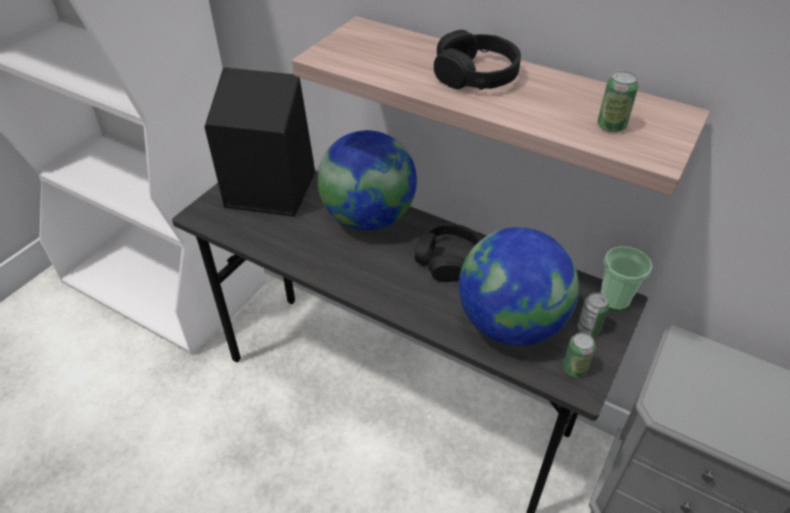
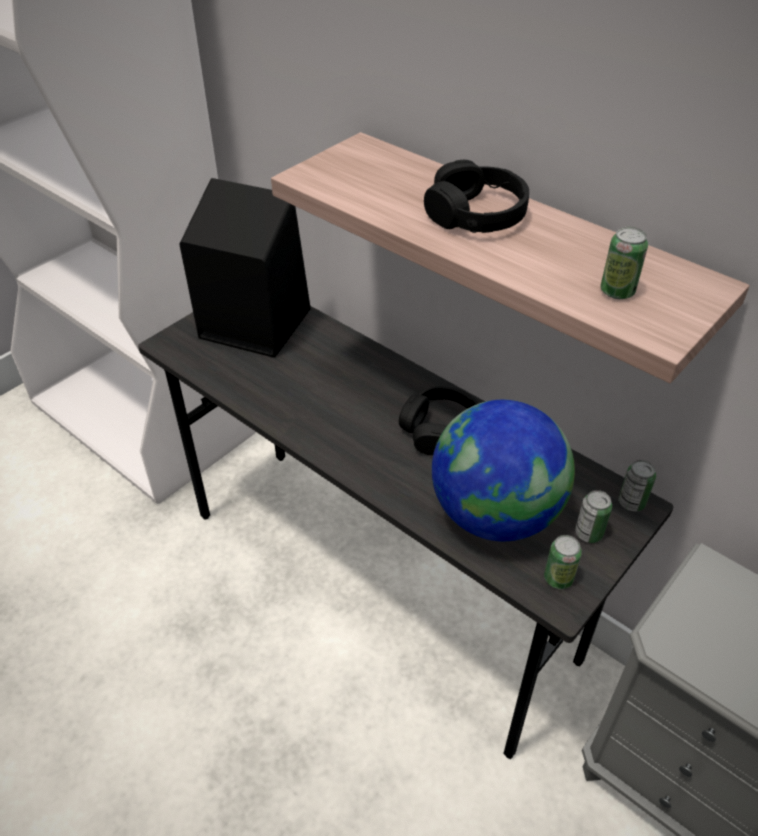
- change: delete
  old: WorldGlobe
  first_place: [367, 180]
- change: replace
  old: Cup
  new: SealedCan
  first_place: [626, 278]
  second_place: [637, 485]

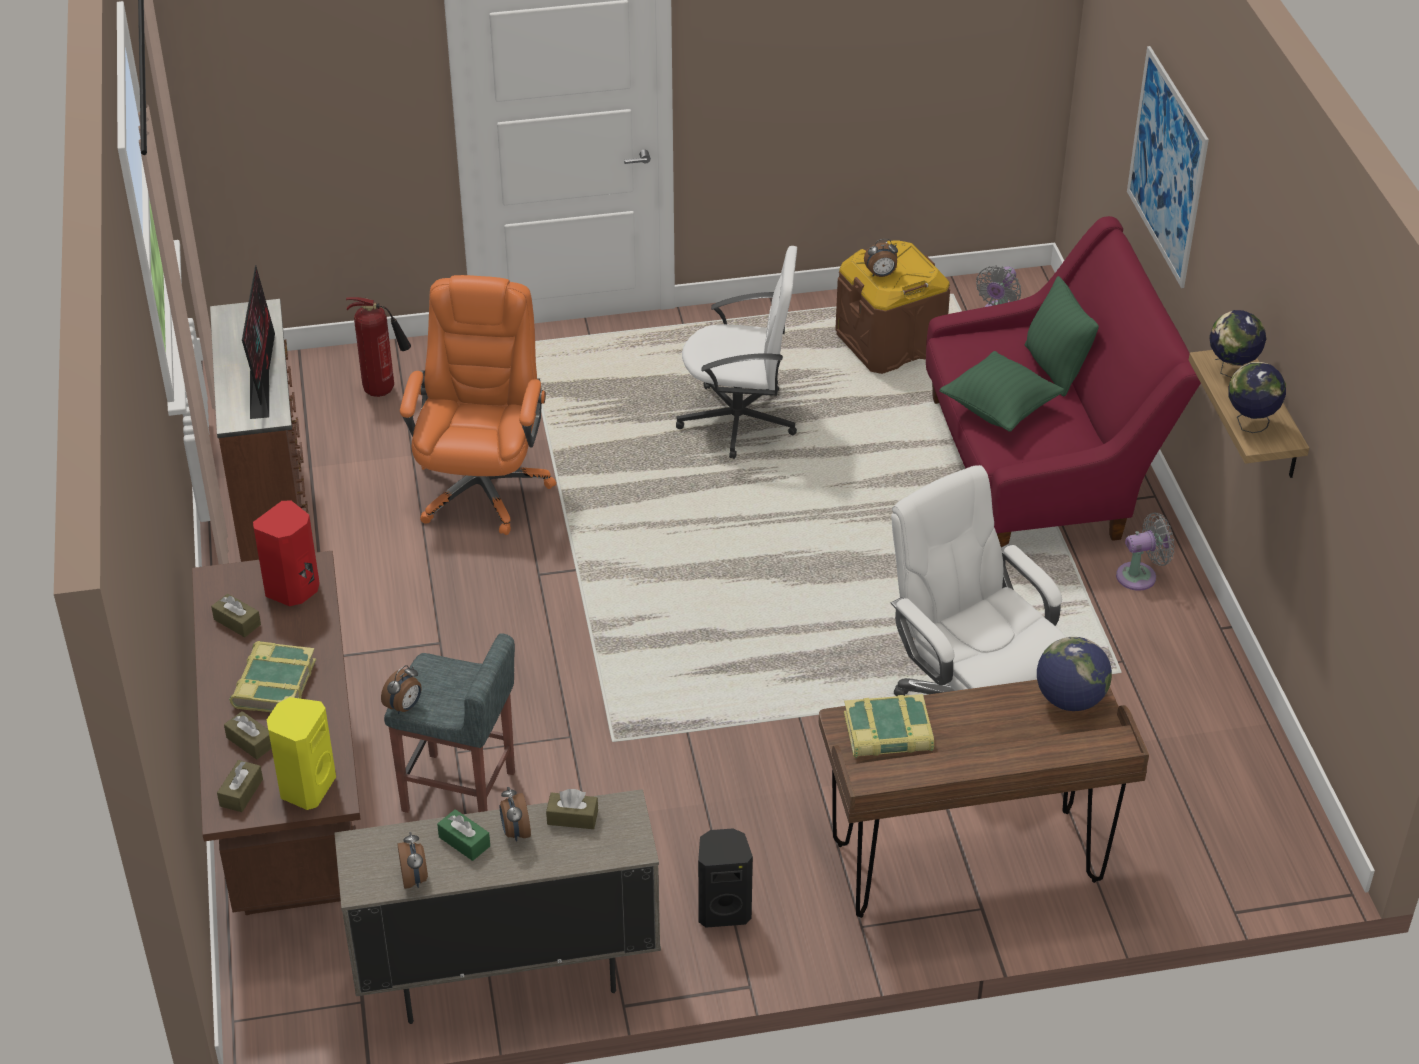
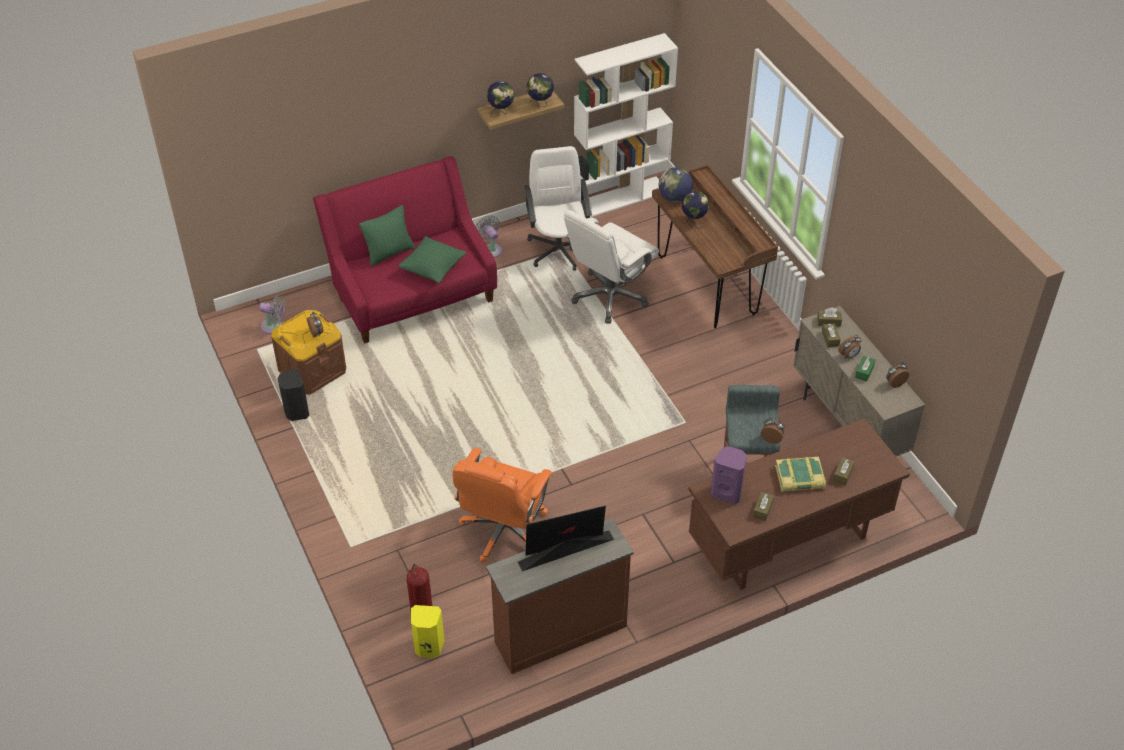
- change: delete
  old: Book
  first_place: [889, 726]
- change: delete
  old: WallPicture
  first_place: [1168, 167]
- change: insert
  new: WhiteColouredBookcase
  second_place: [626, 125]
- change: insert
  new: WorldGlobe
  second_place: [695, 209]
- change: move
  old: BrownTissueHolder
  first_place: [240, 786]
  second_place: [829, 317]
- change: move
  old: YellowLoudspeaker
  first_place: [301, 753]
  second_place: [428, 631]
- change: move
  old: WhiteColouredComputerChair
  first_place: [736, 352]
  second_place: [558, 208]
- change: move
  old: BlackLoudspeaker
  first_place: [725, 878]
  second_place: [293, 395]
- change: recolor
  old: ReddishLoudspeaker
  new: PurpleLoudspeaker
  first_place: [286, 553]
  second_place: [729, 475]
- change: rotate
  old: OrangeColouredComputerChair
  first_place: [478, 405]
  second_place: [502, 505]
  degrees: -60

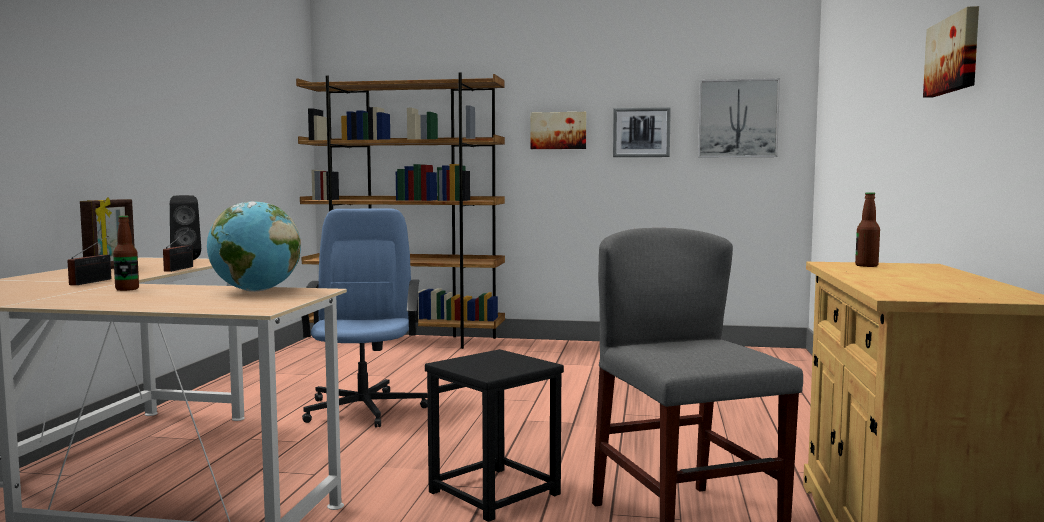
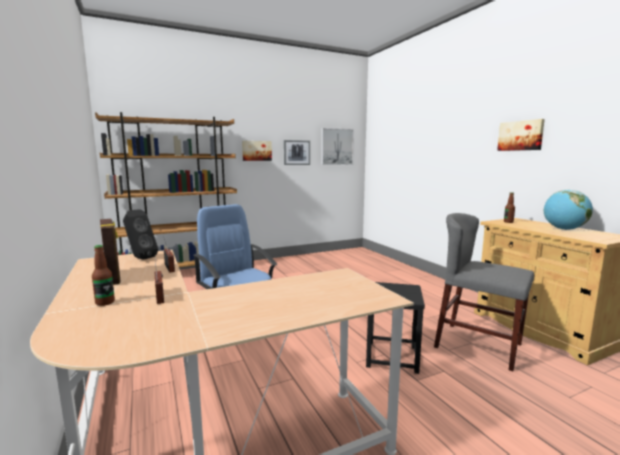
- change: move
  old: Bottle
  first_place: [126, 253]
  second_place: [103, 275]
- change: move
  old: WorldGlobe
  first_place: [254, 246]
  second_place: [568, 210]

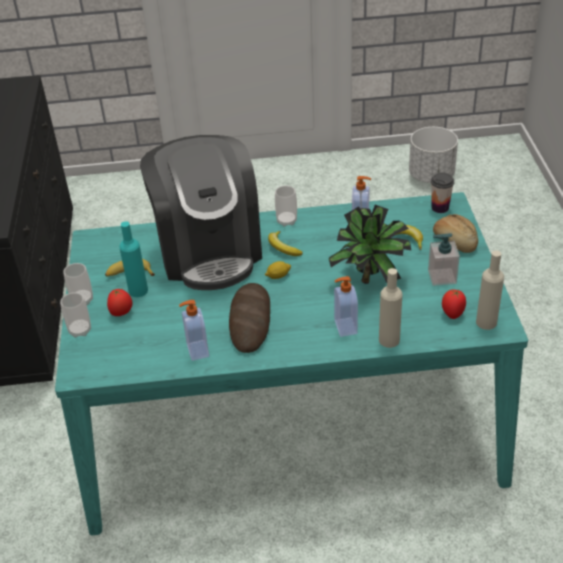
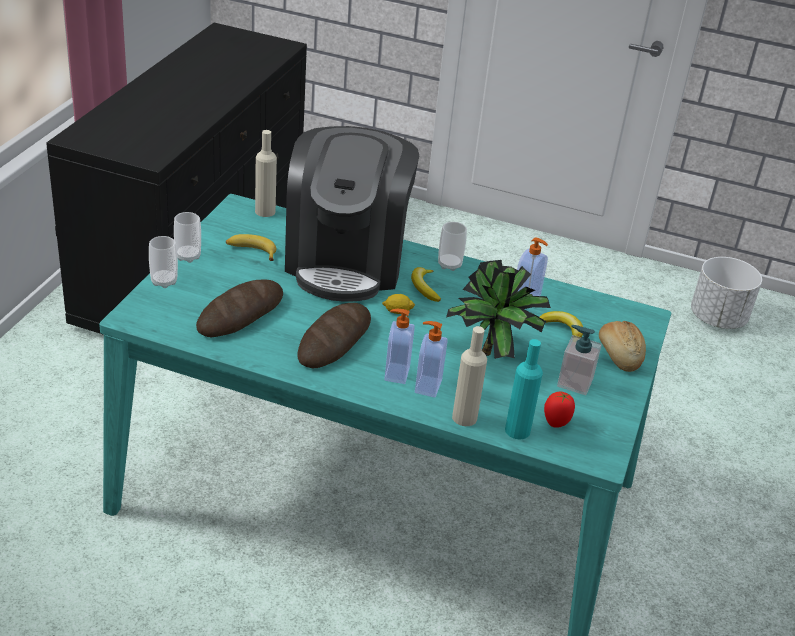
- change: delete
  old: FreshTomato
  first_place: [119, 302]
- change: delete
  old: Cup
  first_place: [442, 193]
- change: insert
  new: BakeryBread
  second_place: [239, 308]
- change: move
  old: TurquoiseBottle
  first_place: [133, 259]
  second_place: [524, 389]
- change: move
  old: SoapDispenser
  first_place: [194, 330]
  second_place: [399, 346]
- change: move
  old: BeigeColouredBottle
  first_place: [490, 290]
  second_place: [266, 173]

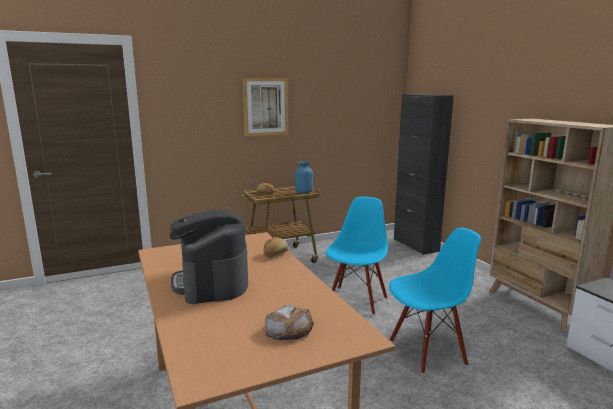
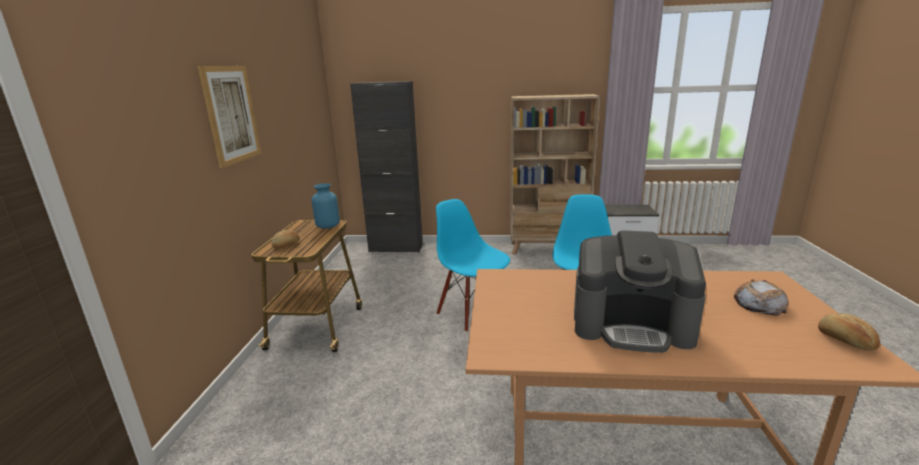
- change: move
  old: BakeryBread
  first_place: [276, 247]
  second_place: [849, 331]

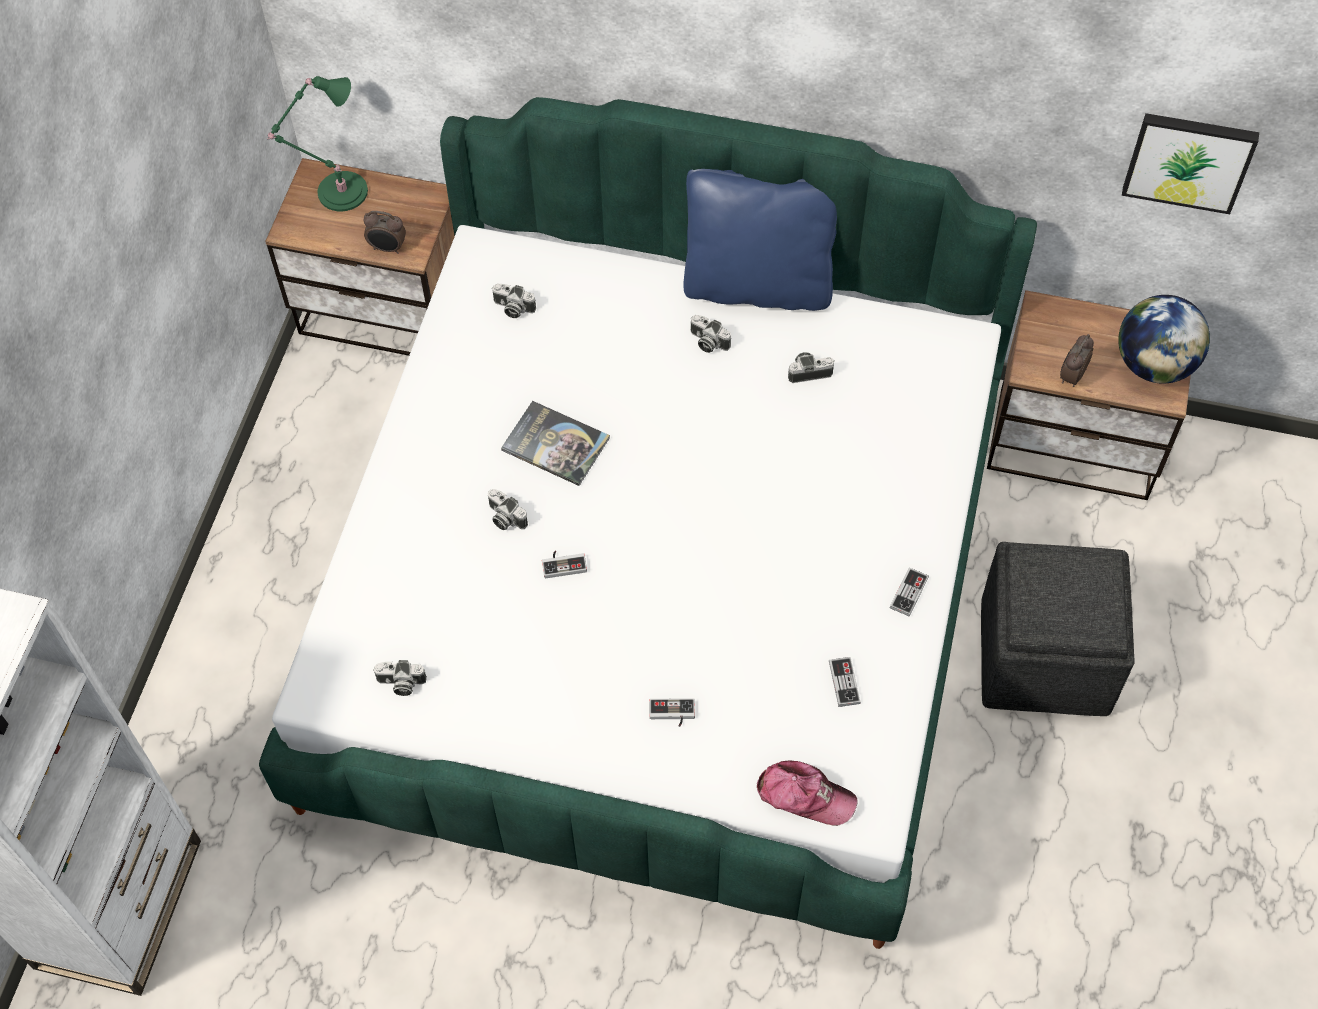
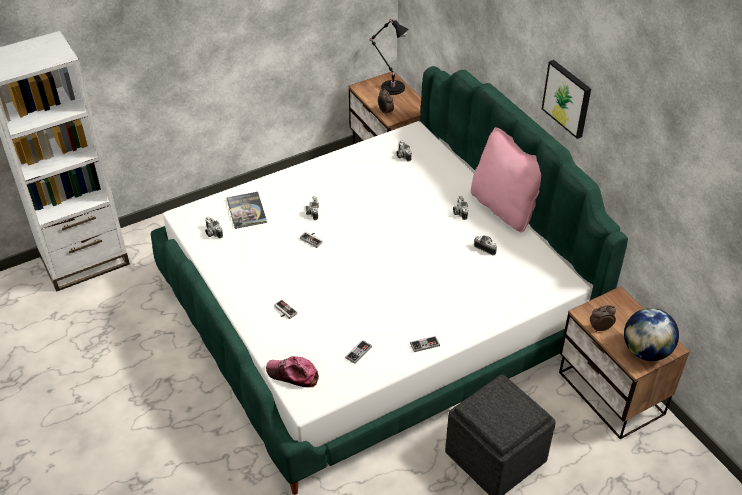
- change: move
  old: Book
  first_place: [555, 443]
  second_place: [247, 210]
- change: move
  old: WallPicture
  first_place: [1190, 163]
  second_place: [566, 99]
- change: recolor
  old: GreenColouredTableLamp
  new: BlackTableLamp
  first_place: [317, 143]
  second_place: [389, 57]
- change: recolor
  old: BluishThrowPillow
  new: PinkColouredThrowPillow
  first_place: [760, 240]
  second_place: [506, 179]
- change: rotate
  old: Cap
  first_place: [807, 793]
  second_place: [292, 371]
  degrees: 135

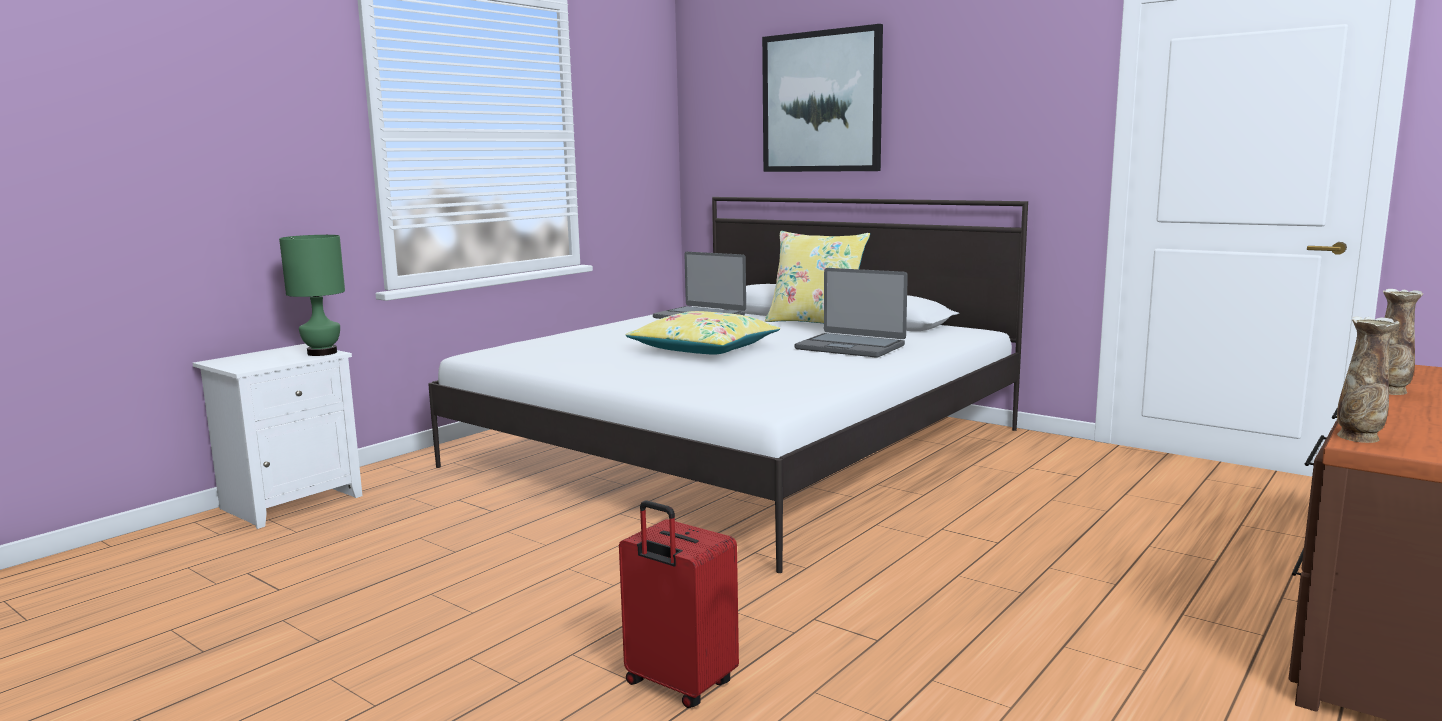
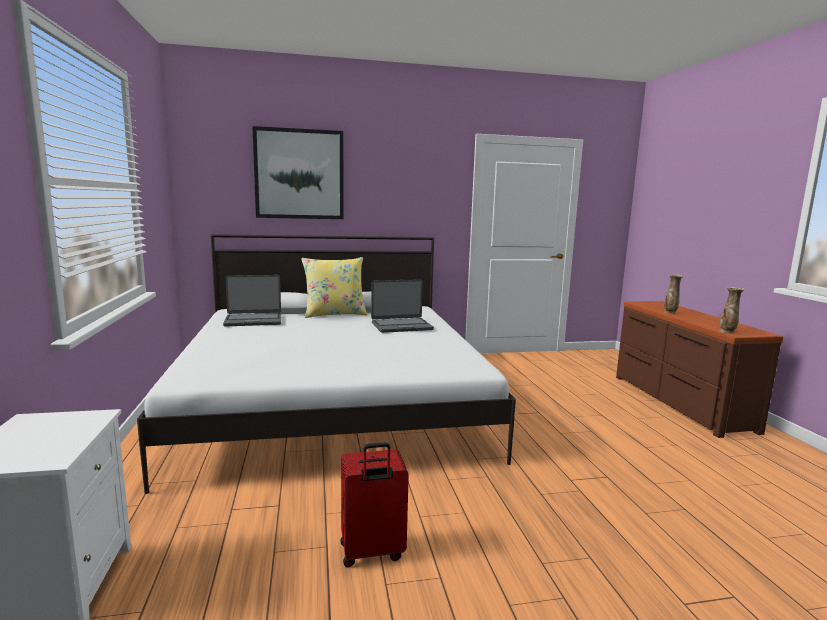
- change: delete
  old: GreenColouredTableLamp
  first_place: [312, 295]
- change: delete
  old: YellowThrowPillow
  first_place: [702, 333]
- change: move
  old: ReddishPieceOfLuggage
  first_place: [679, 604]
  second_place: [374, 505]

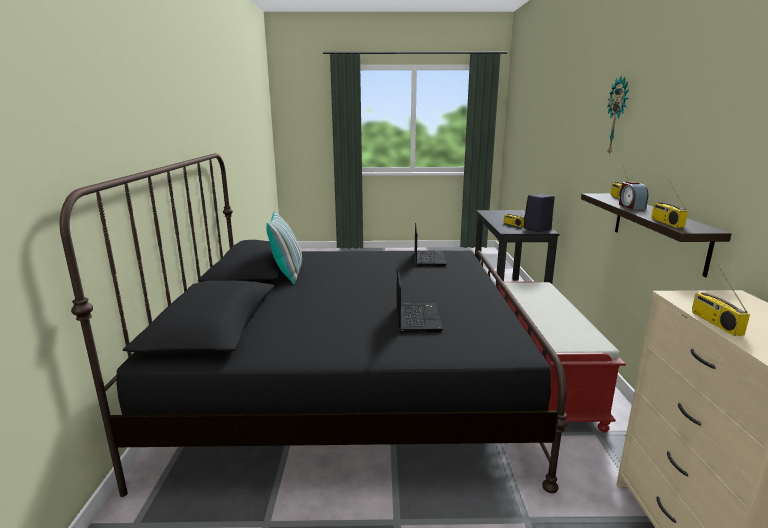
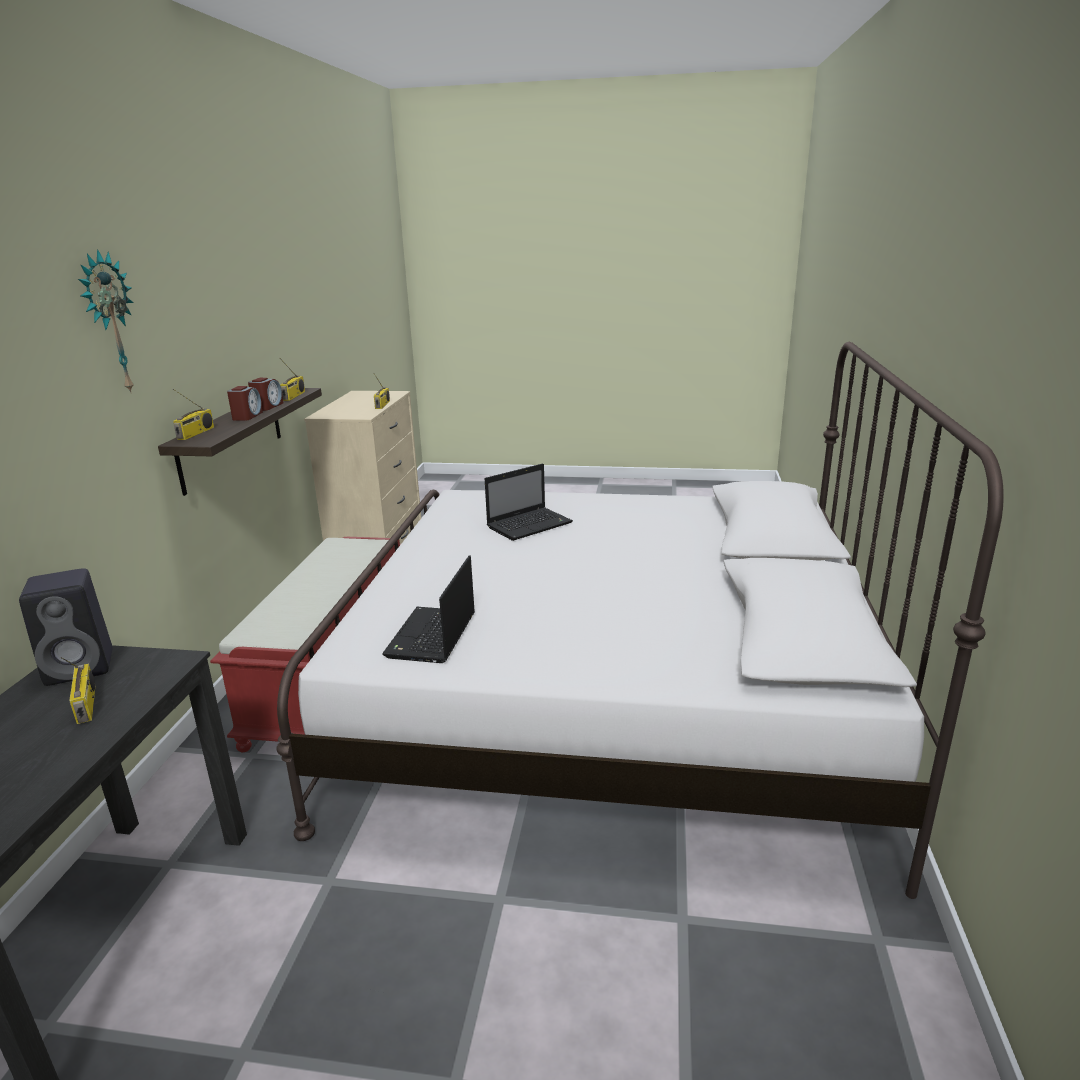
- change: delete
  old: ThrowPillow
  first_place: [284, 247]
- change: insert
  new: AlarmClock
  second_place: [265, 394]
- change: recolor
  old: BlackBedroomBed
  new: WhiteColouredBedroomBed
  first_place: [314, 325]
  second_place: [640, 620]
- change: rotate
  old: Laptop
  first_place: [419, 300]
  second_place: [529, 502]
  degrees: -135

